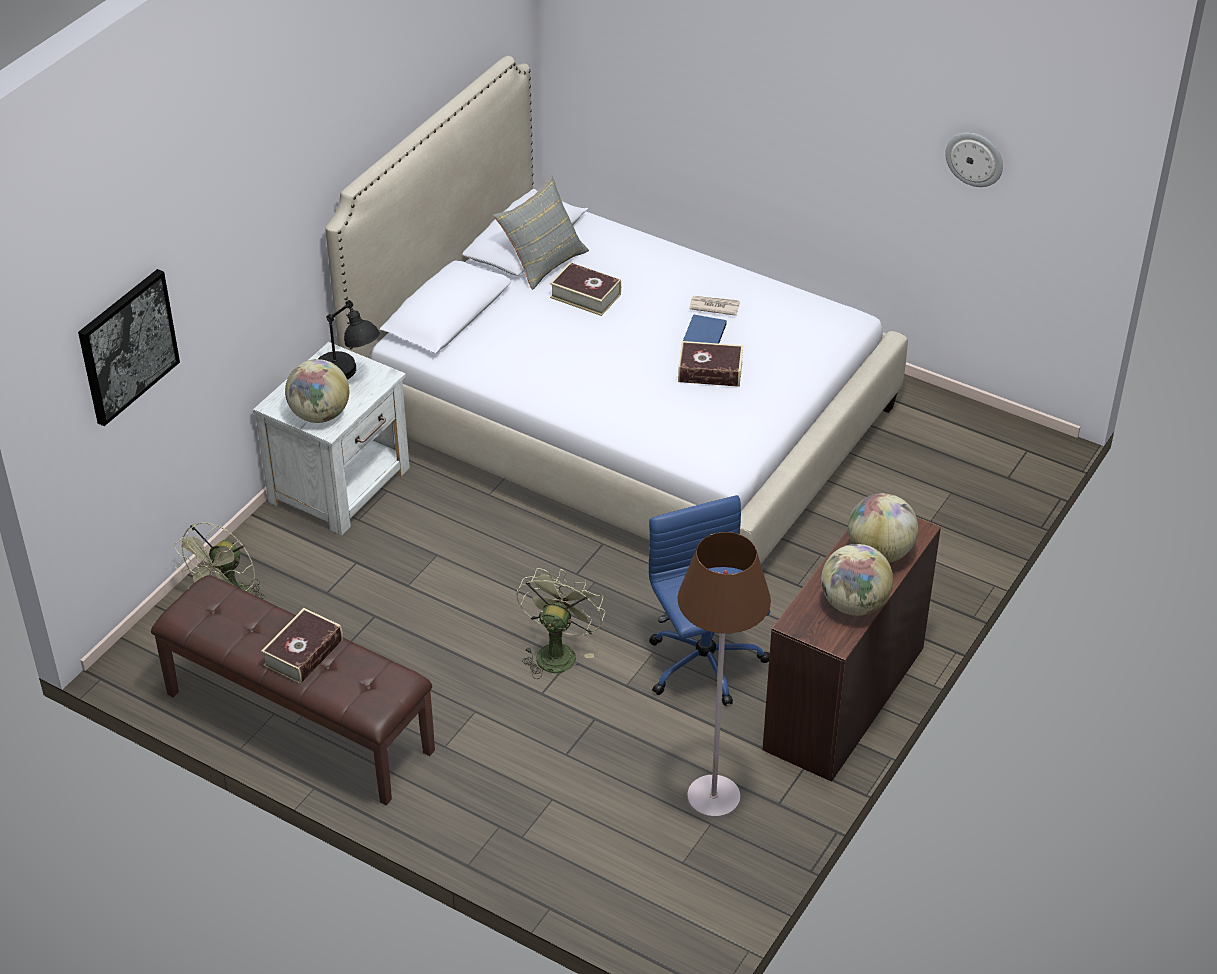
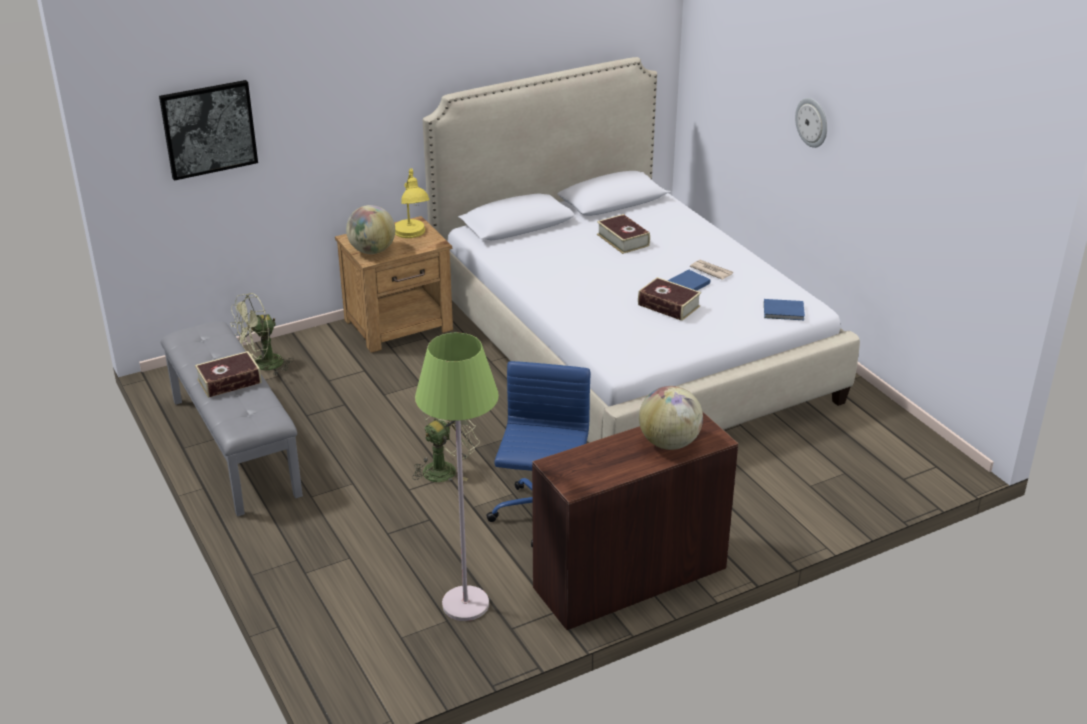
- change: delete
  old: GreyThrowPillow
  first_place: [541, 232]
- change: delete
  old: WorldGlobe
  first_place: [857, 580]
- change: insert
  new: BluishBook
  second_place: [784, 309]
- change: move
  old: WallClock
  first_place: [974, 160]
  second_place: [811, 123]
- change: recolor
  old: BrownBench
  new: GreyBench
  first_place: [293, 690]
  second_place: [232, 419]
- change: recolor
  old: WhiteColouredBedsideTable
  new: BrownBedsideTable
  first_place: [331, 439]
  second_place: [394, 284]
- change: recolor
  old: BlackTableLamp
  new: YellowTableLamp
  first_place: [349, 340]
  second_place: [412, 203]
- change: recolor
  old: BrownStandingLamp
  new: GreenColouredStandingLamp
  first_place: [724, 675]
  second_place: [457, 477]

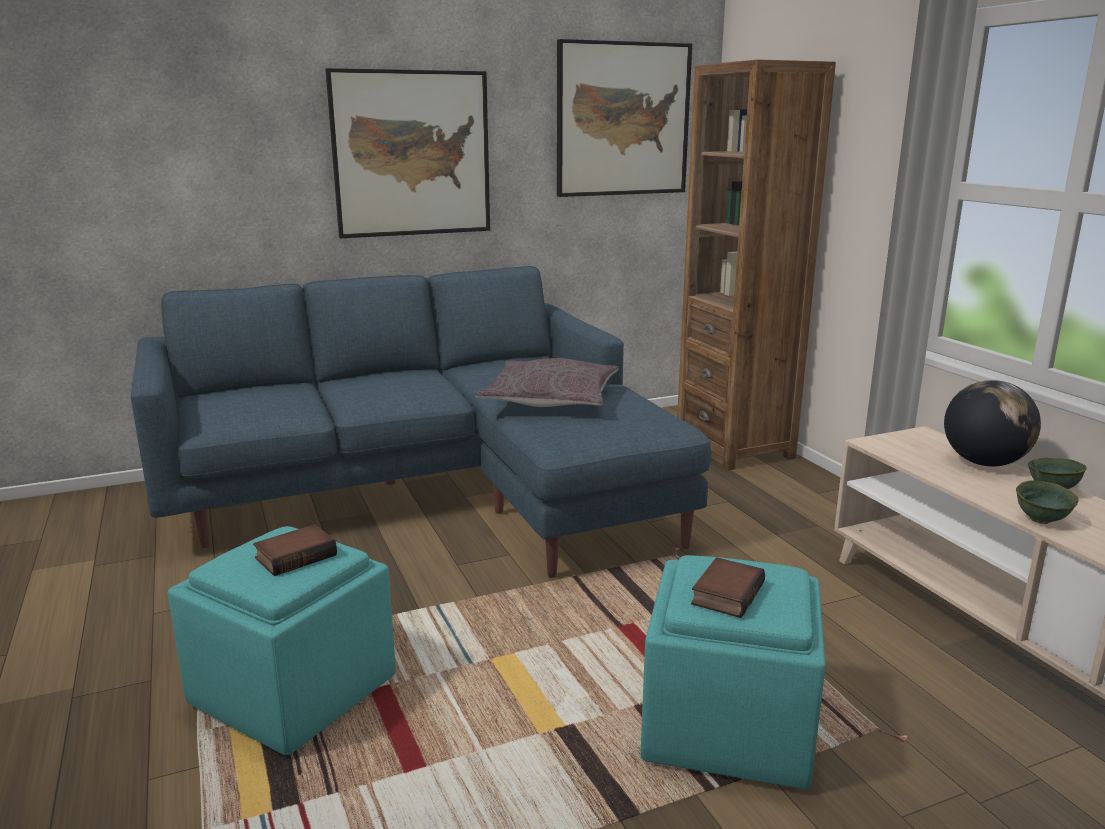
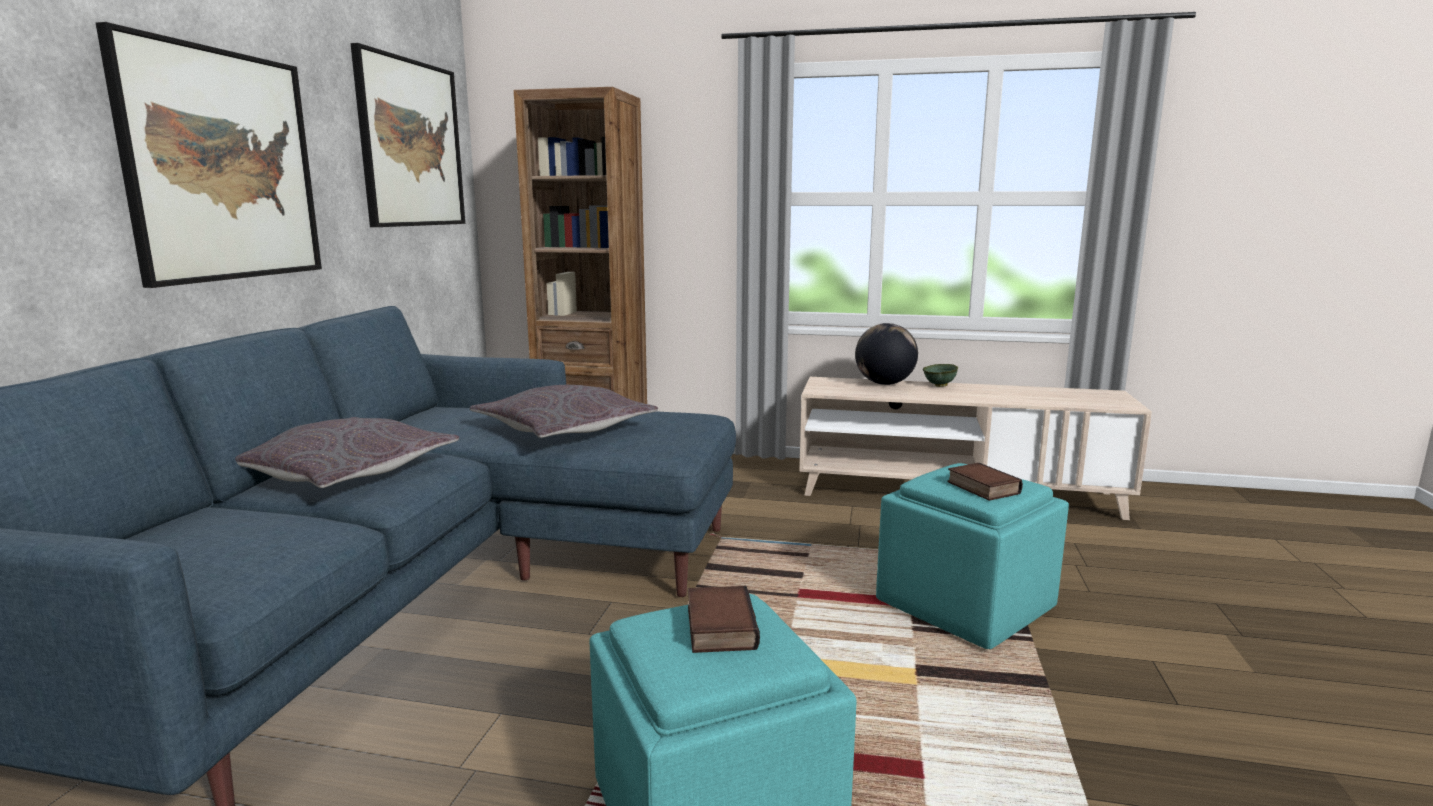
- change: delete
  old: GreenColouredDeepDish
  first_place: [1047, 502]
- change: insert
  new: GreyThrowPillow
  second_place: [347, 452]

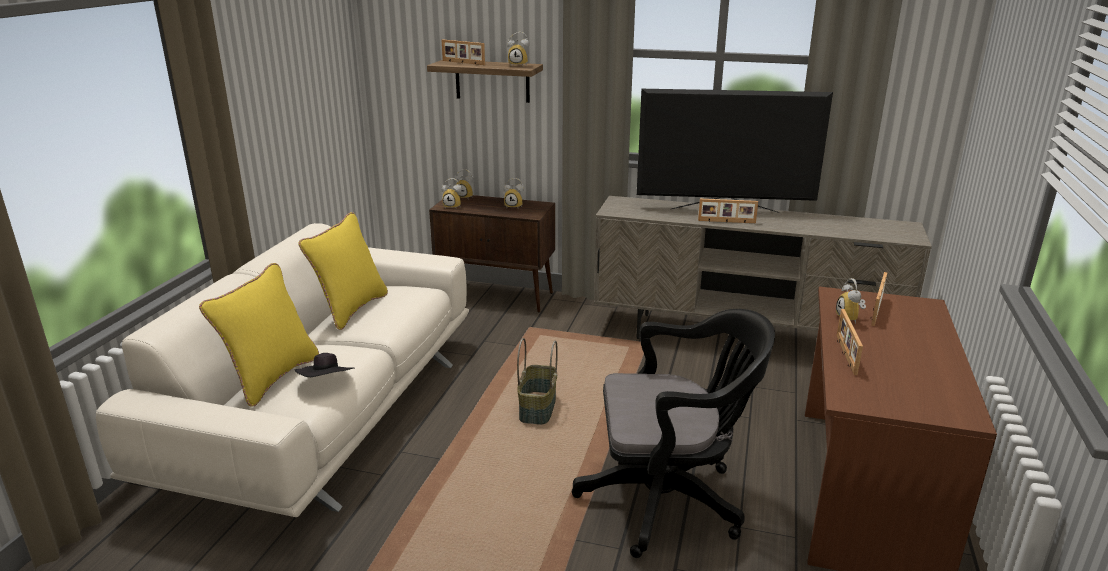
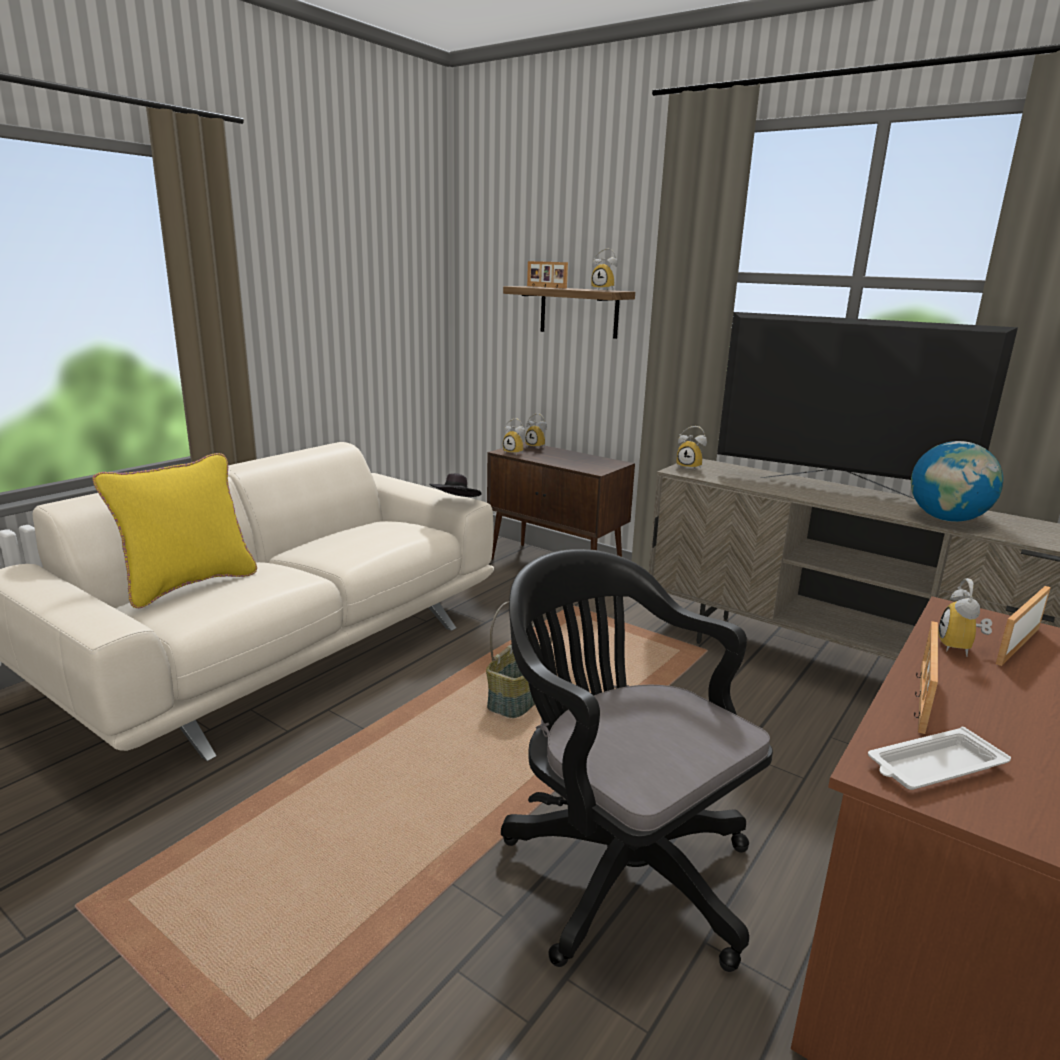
- change: delete
  old: YellowThrowPillow
  first_place: [343, 271]
- change: delete
  old: PhotoFrame
  first_place: [728, 211]
- change: insert
  new: WhiteColouredTray
  second_place: [939, 758]
- change: insert
  new: WorldGlobe
  second_place: [957, 481]
- change: move
  old: BlackWearableHat
  first_place: [324, 365]
  second_place: [455, 485]
- change: move
  old: AlarmClock
  first_place: [514, 193]
  second_place: [692, 448]
- change: rotate
  old: BlackComputerChair
  first_place: [673, 433]
  second_place: [637, 760]
  degrees: -150

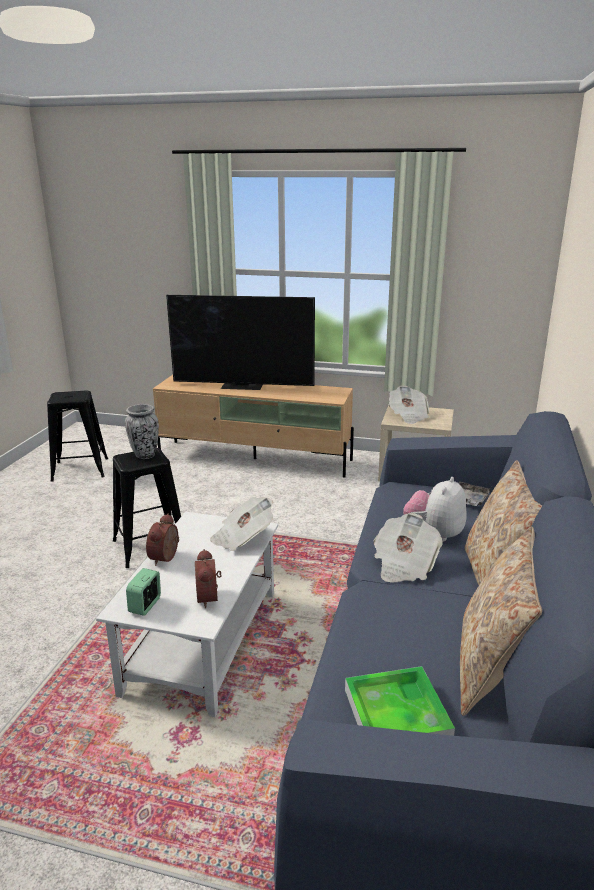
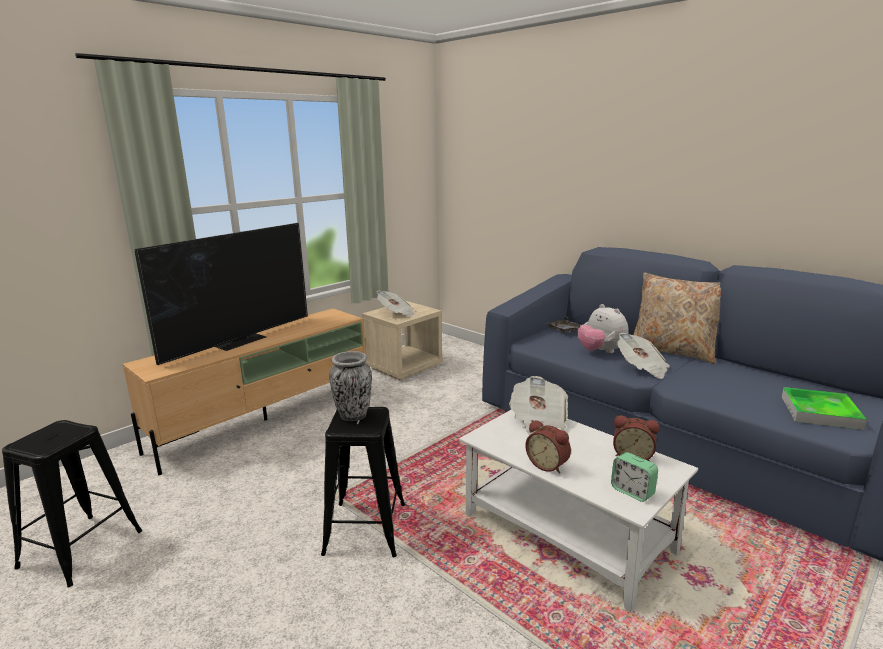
- change: delete
  old: BeigeColouredThrowPillow
  first_place: [501, 621]

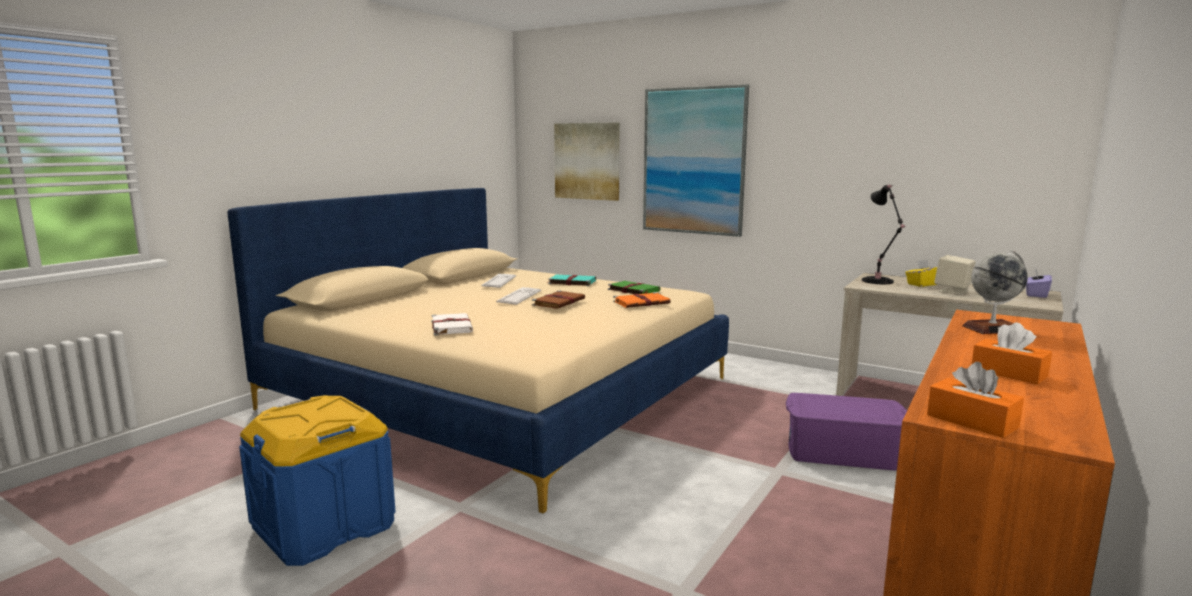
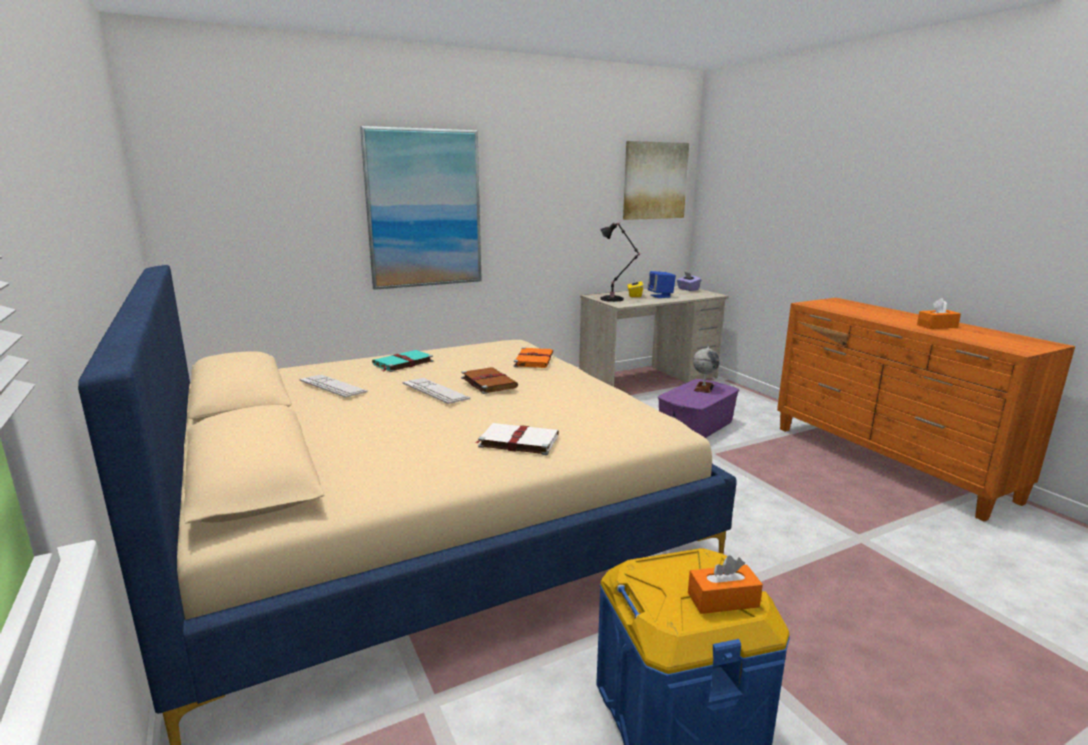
- change: delete
  old: GreenColouredBook
  first_place: [634, 287]
- change: move
  old: WallPicture
  first_place: [587, 161]
  second_place: [656, 180]
- change: move
  old: OrangeColouredTissueHolder
  first_place: [975, 400]
  second_place: [725, 584]
- change: move
  old: WorldGlobe
  first_place: [995, 292]
  second_place: [706, 369]
- change: recolor
  old: BeigeColouredLoudspeaker
  new: BluishLoudspeaker
  first_place: [955, 274]
  second_place: [662, 284]

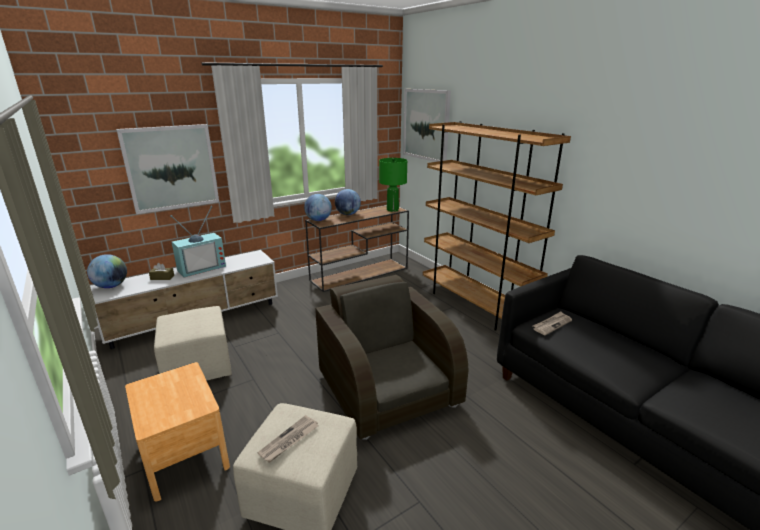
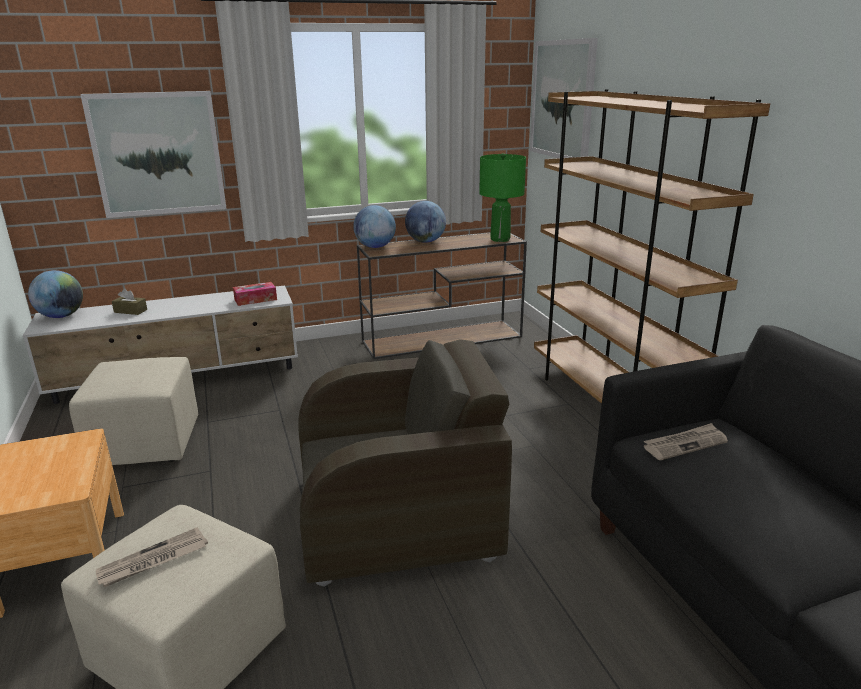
- change: delete
  old: Tv
  first_place: [198, 242]
- change: insert
  new: TissueHolder
  second_place: [255, 294]
- change: rotate
  old: BrownEasyChair
  first_place: [391, 357]
  second_place: [405, 463]
  degrees: 90

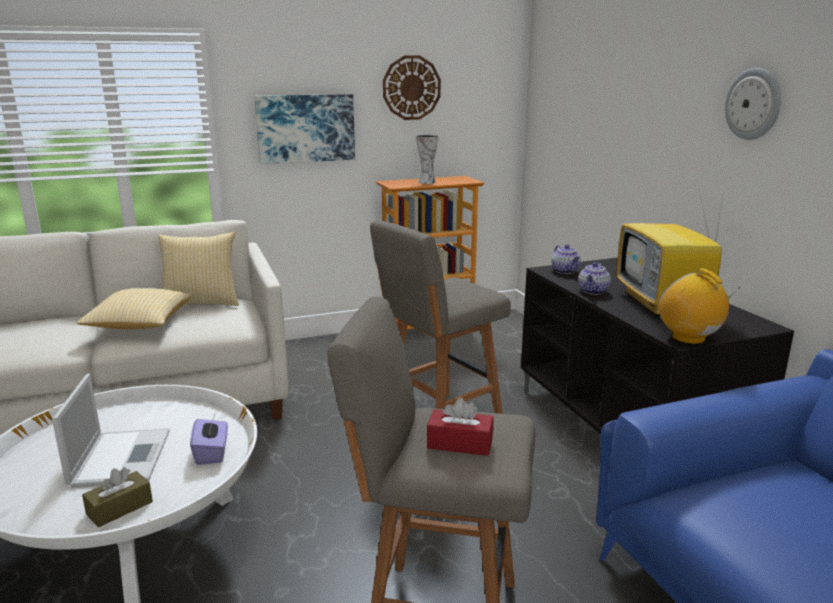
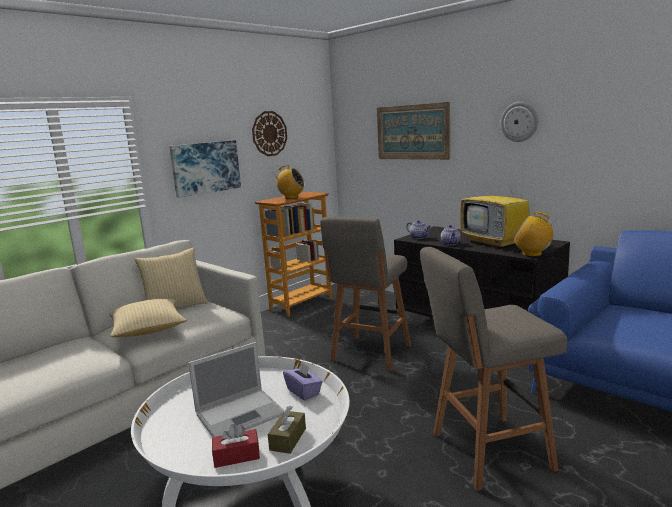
- change: insert
  new: WallPicture
  second_place: [413, 131]
- change: move
  old: ReddishTissueHolder
  first_place: [460, 427]
  second_place: [236, 446]
- change: replace
  old: Vase
  new: RadioSet
  first_place: [427, 159]
  second_place: [289, 182]
- change: rotate
  old: Laptop
  first_place: [111, 430]
  second_place: [236, 389]
  degrees: 90

